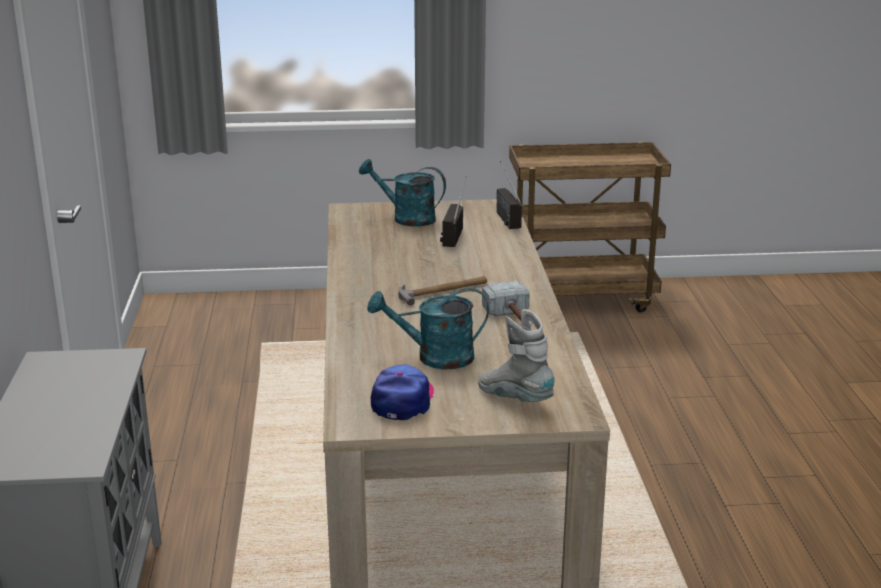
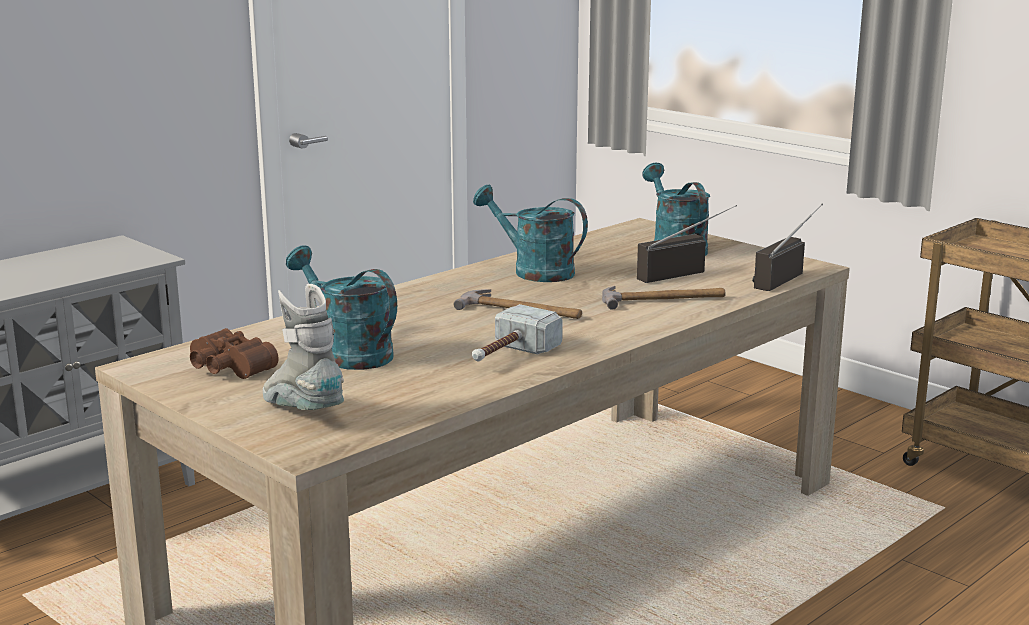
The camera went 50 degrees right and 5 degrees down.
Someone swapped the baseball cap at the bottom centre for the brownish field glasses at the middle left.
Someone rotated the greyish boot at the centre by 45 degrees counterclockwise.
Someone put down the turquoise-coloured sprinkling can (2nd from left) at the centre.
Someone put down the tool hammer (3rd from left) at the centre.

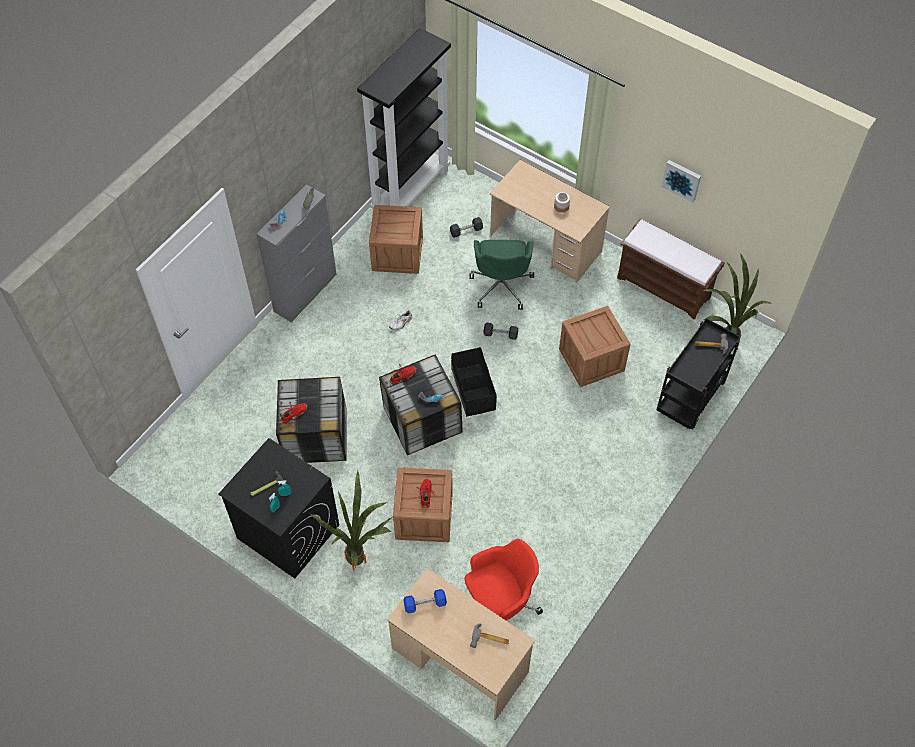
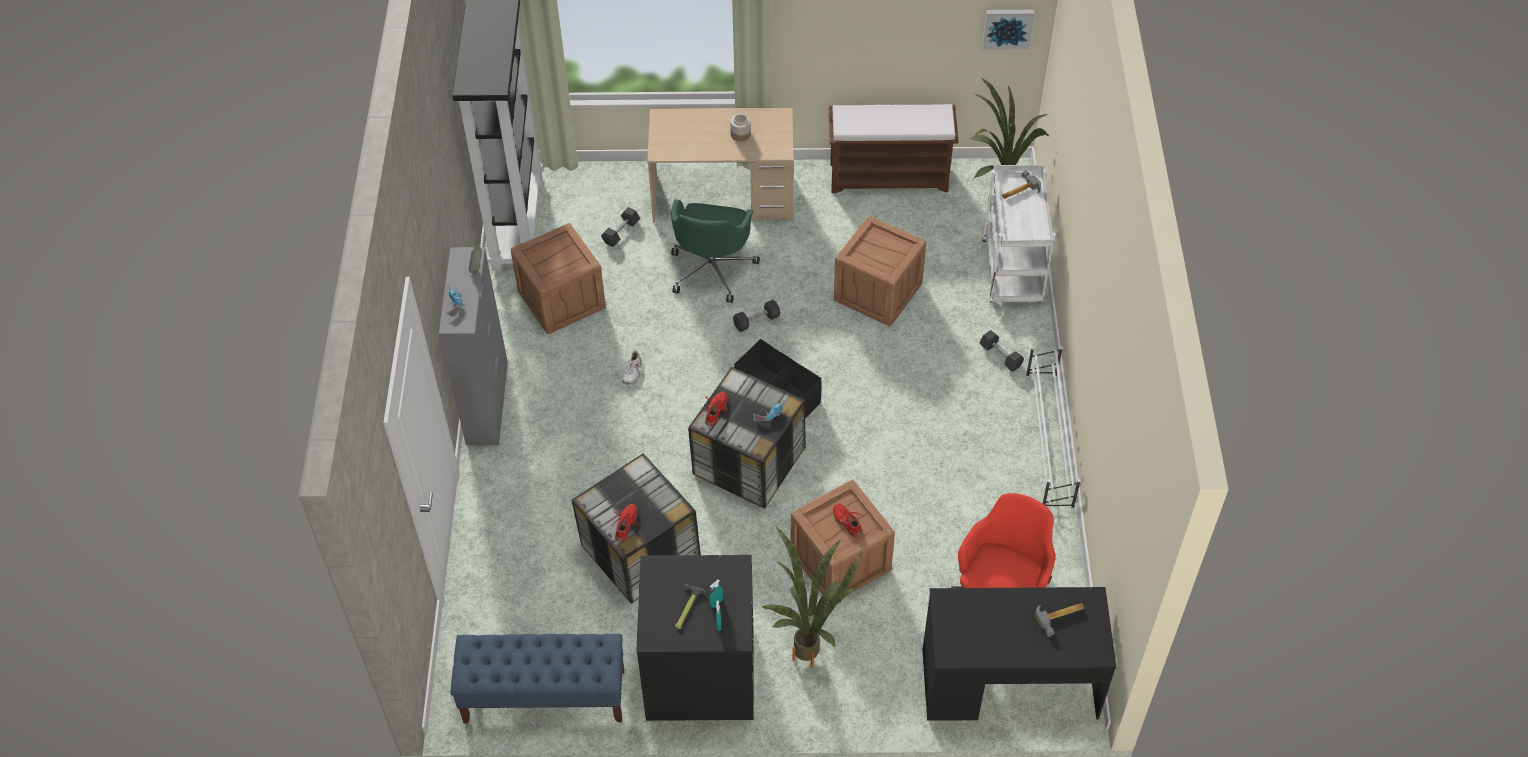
The camera went 35 degrees left and 5 degrees down.
Someone put down the blue-coloured bench at the bottom centre.
Someone rotated the greenish computer chair at the centre by 45 degrees clockwise.
Someone repainted the beige-coloured desk unit (1st from left) at the bottom centre, which became the blackish desk unit at the bottom right.
Someone put down the greyish dumbbell (3rd from left) at the centre.
Someone carried the wall picture from the top right to the top centre.
Someone repainted the blackish trolley at the middle right, which became the whitish trolley at the top centre.
Someone put down the whitish shoe rack at the middle right.
Someone took away the blue-coloured dumbbell at the bottom centre.

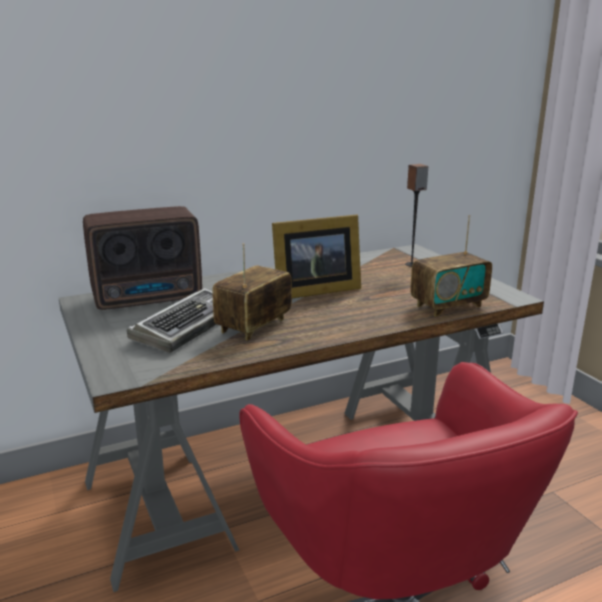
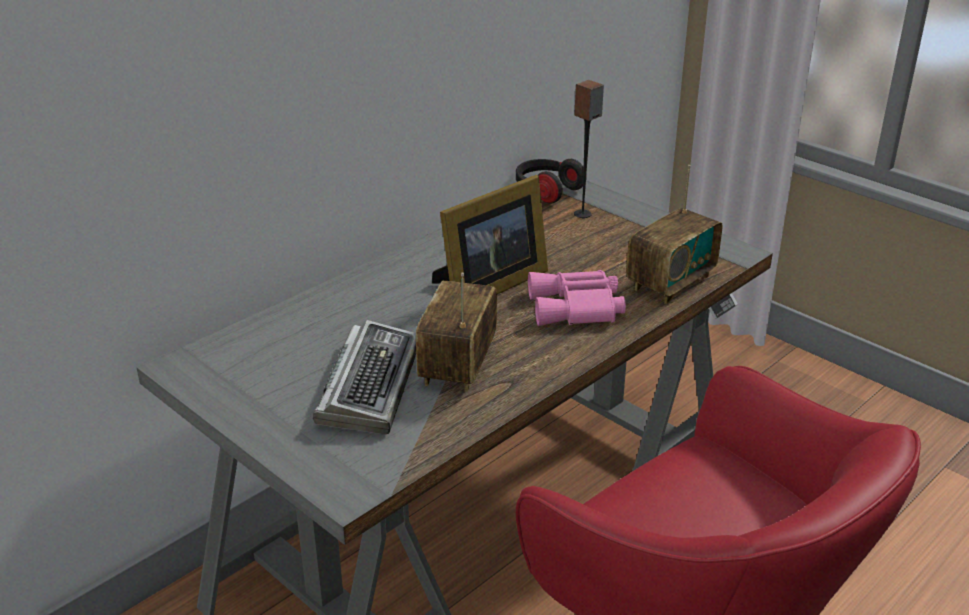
The camera went 20 degrees left and 10 degrees up.
Someone put down the headset at the top centre.
Someone put down the pinkish field glasses at the centre.
Someone took away the radio set (1st from left) at the middle left.

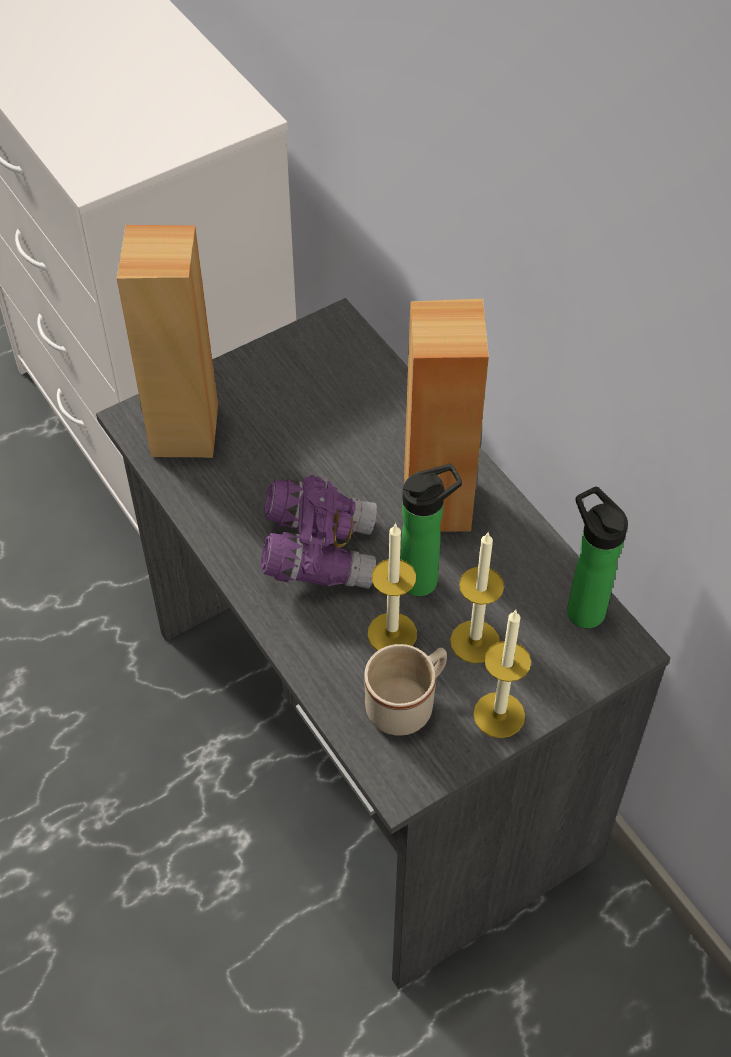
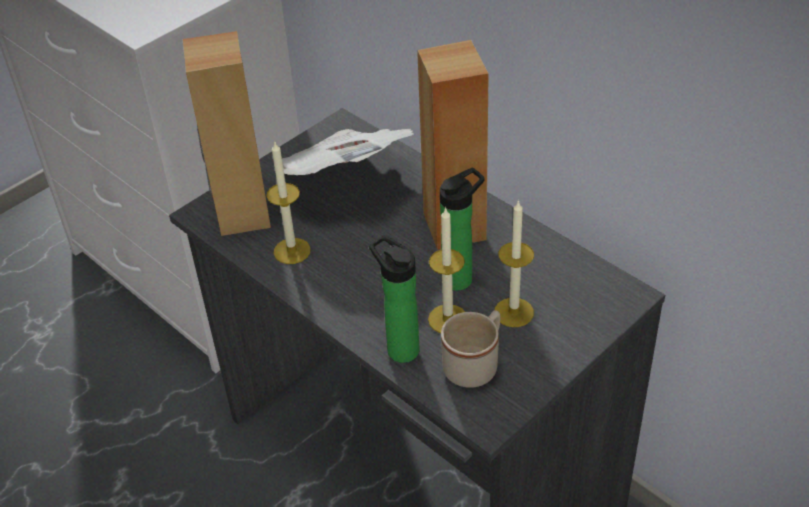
The camera went 10 degrees left and 10 degrees down.
Someone carried the wax candle (3rd from left in the first image) from the middle right to the centre.
Someone put down the printed paper at the top centre.
Someone carried the beverage bottle (2nd from left in the first image) from the middle right to the centre.
Someone took away the purple field glasses at the centre.

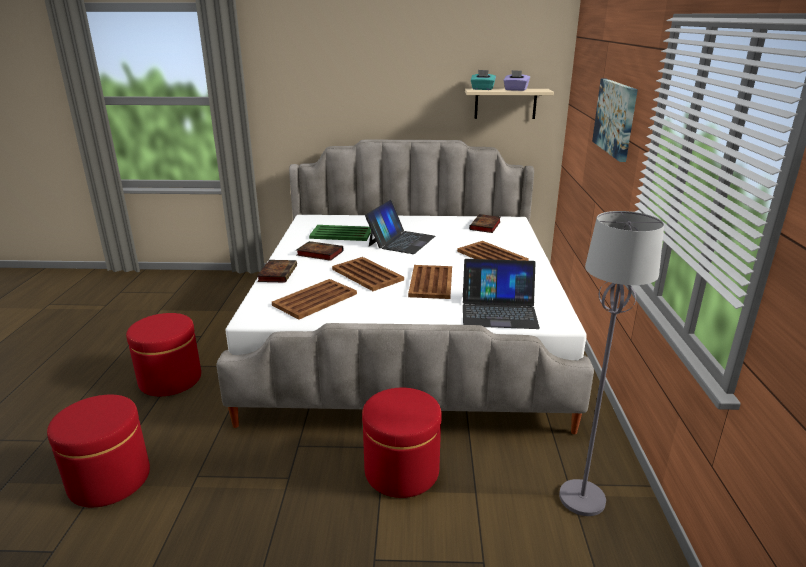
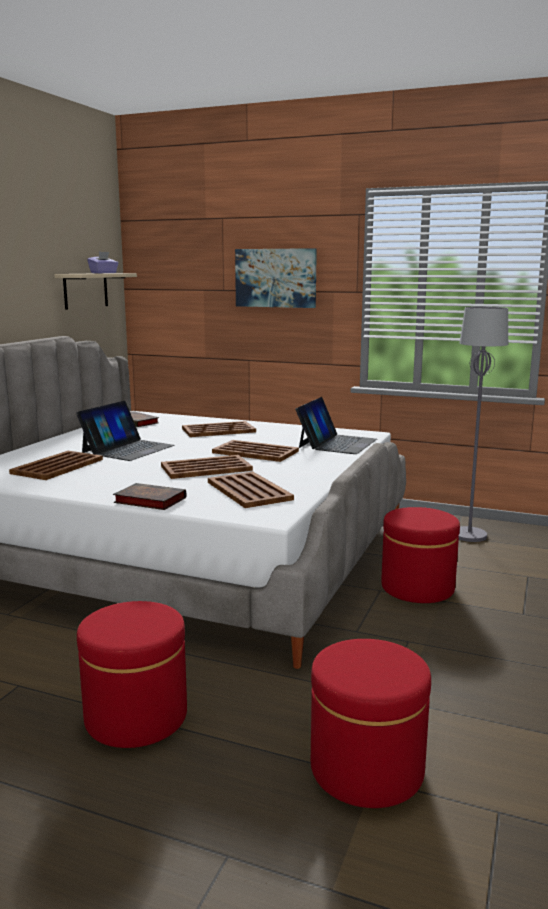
The camera went 70 degrees left and 10 degrees down.
Someone repainted the greenish carrying tray at the centre, which became the brownish carrying tray (1st from left) at the middle left.
Someone rotated the laptop (1st from left) at the centre by 75 degrees clockwise.
Someone took away the bound book (2nd from left) at the centre.
Someone took away the turquoise-coloured tissue holder at the top centre.

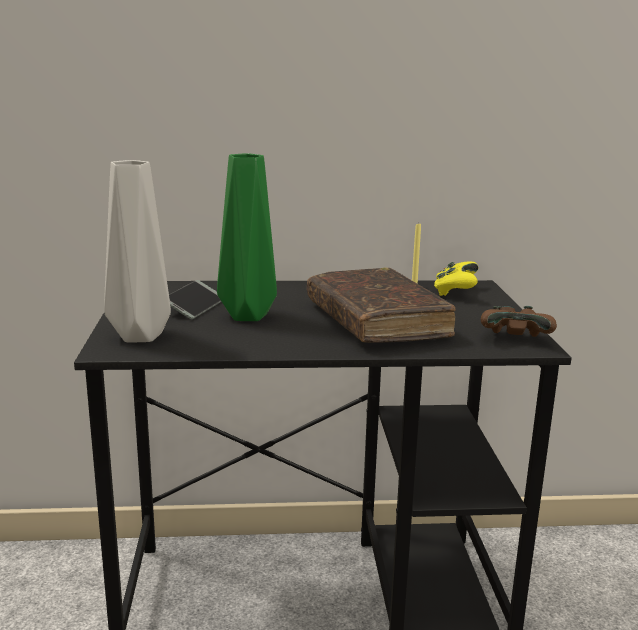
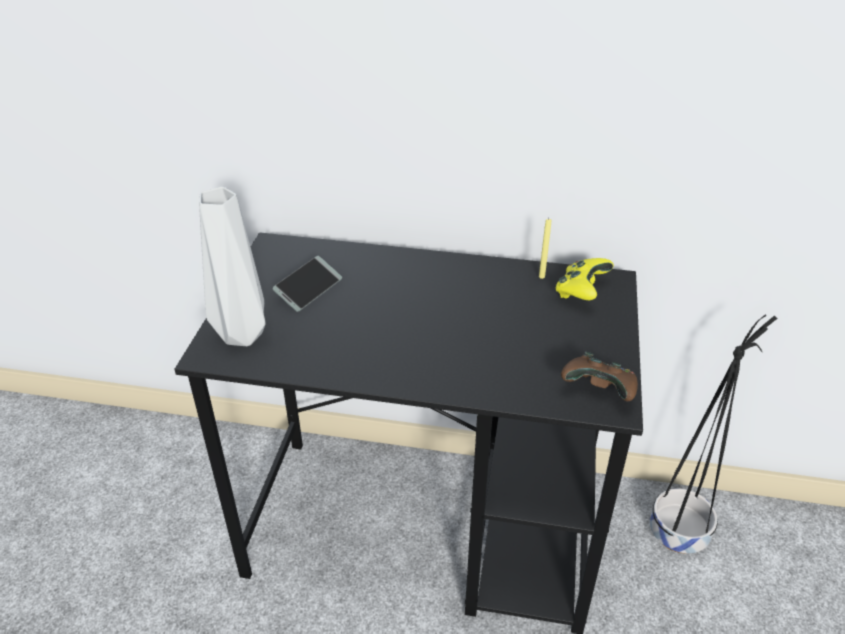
The camera went 15 degrees right and 20 degrees up.
Someone put down the blackish plant pot at the bottom right.
Someone took away the greenish vase at the centre.
Someone took away the brownish bound book at the centre.

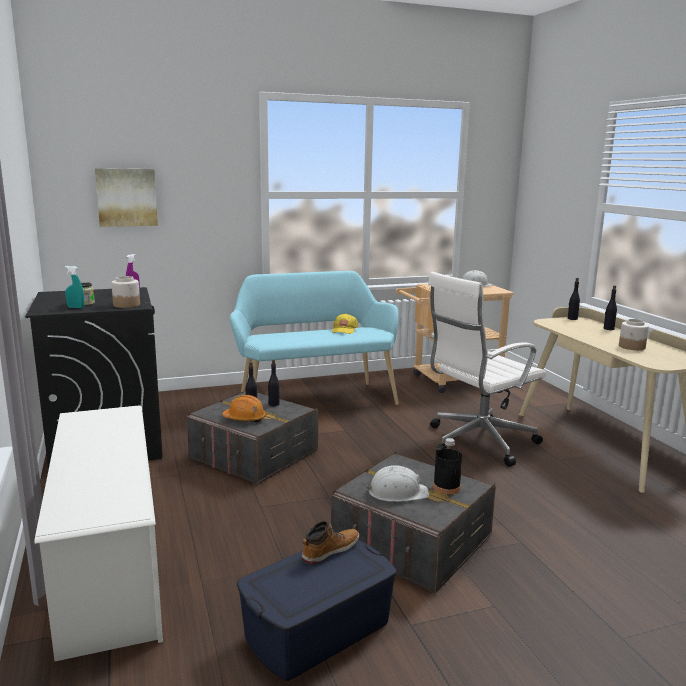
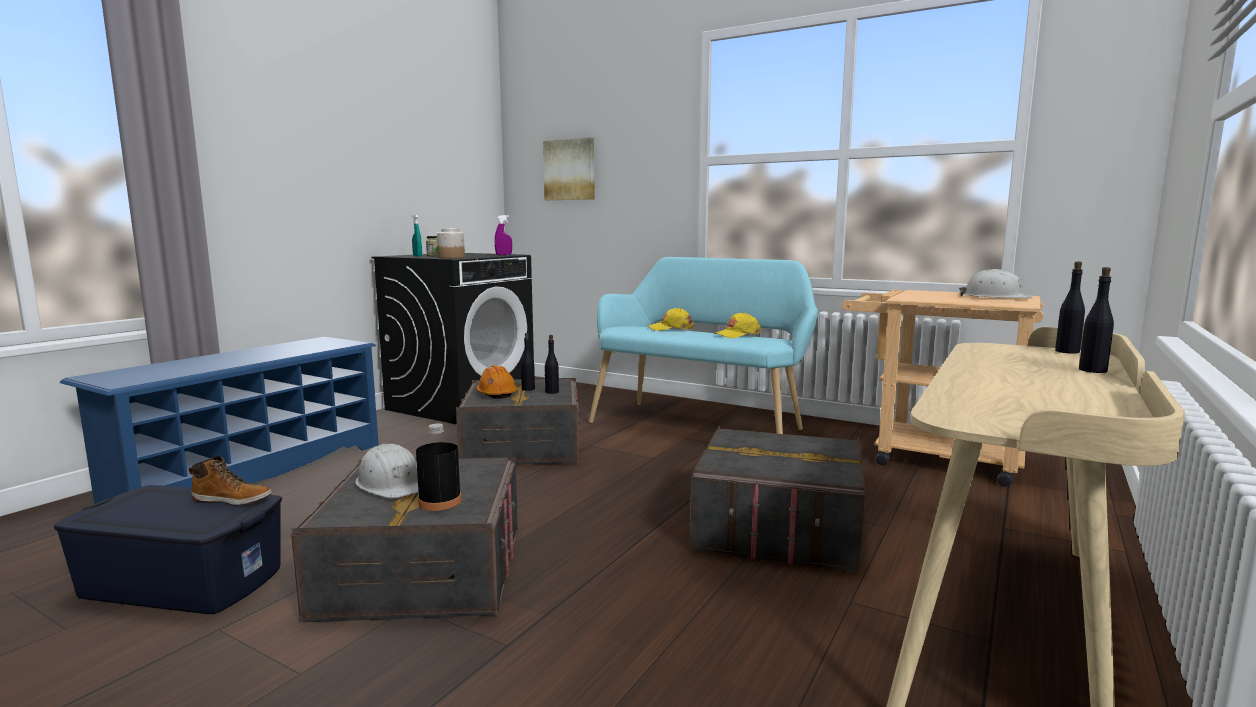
The camera went 50 degrees right and 5 degrees down.
Someone repainted the whitish shoe rack at the bottom left, which became the blue-coloured shoe rack at the middle left.
Someone put down the yellowish baseball cap (1st from left) at the centre.
Someone swapped the whitish computer chair at the middle right for the greyish storage bin (3rd from left) at the bottom centre.
Someone took away the jar (3rd from left) at the middle right.

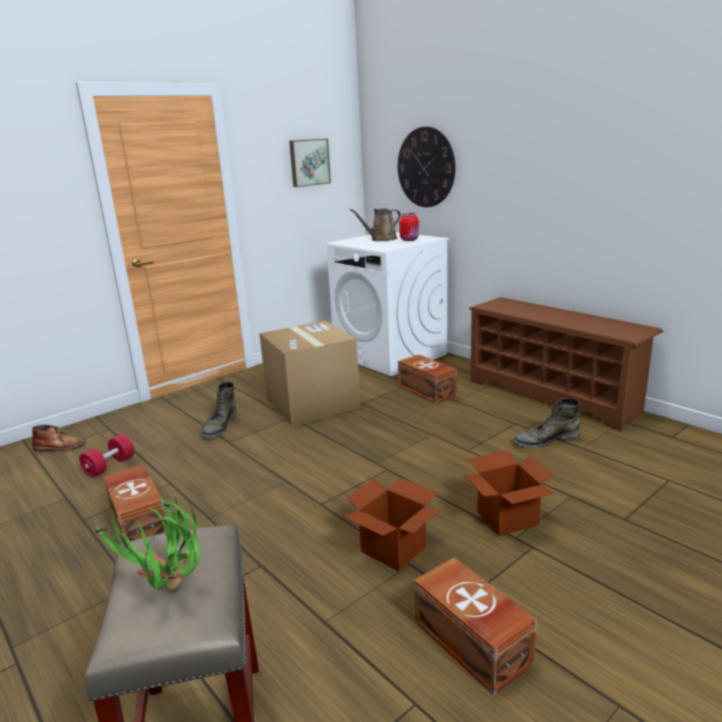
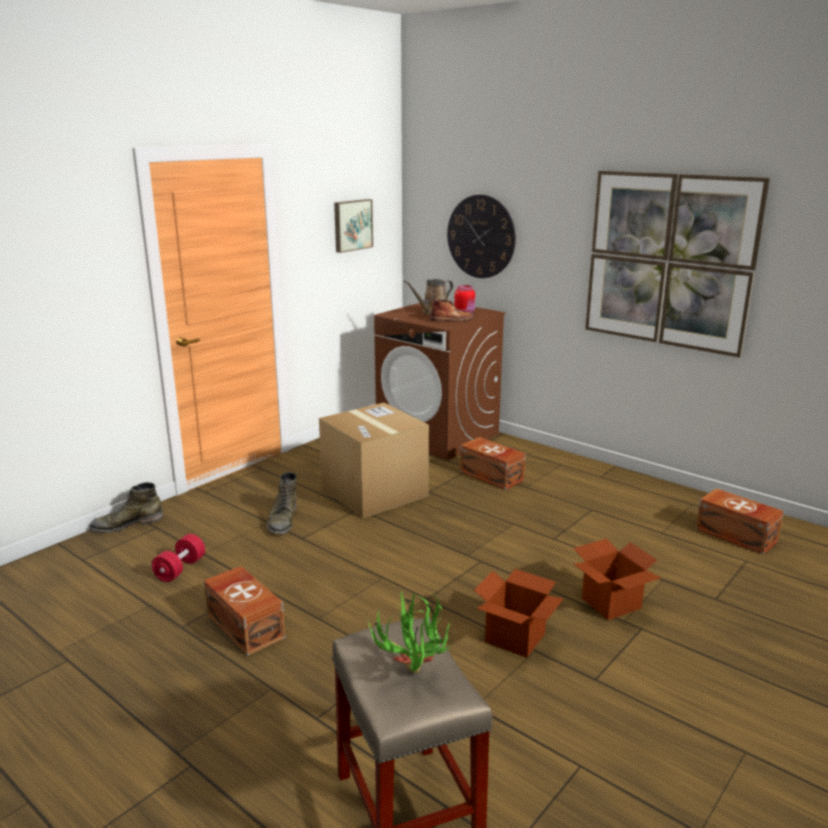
The camera went 10 degrees left and 0 degrees up.
Someone carried the greenish boot (2nd from left in the first image) from the middle right to the middle left.
Someone repainted the whitish laundry machine at the centre, which became the brownish laundry machine at the centre.
Someone carried the brownish boot from the middle left to the centre.
Someone put up the wall picture (2nd from left) at the top right.
Someone carried the brownish storage bin (3rd from left) from the bottom centre to the middle right.
Someone took away the brownish shoe rack at the middle right.

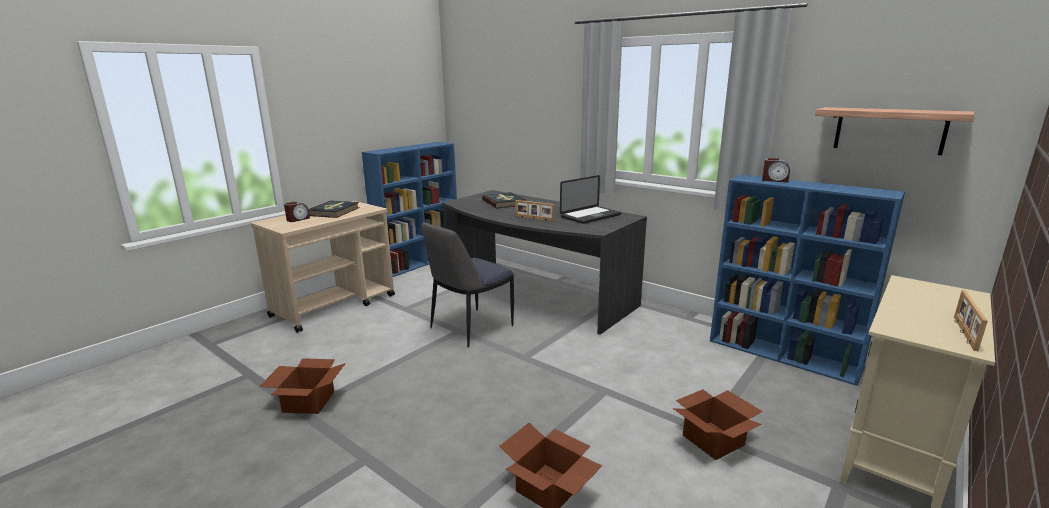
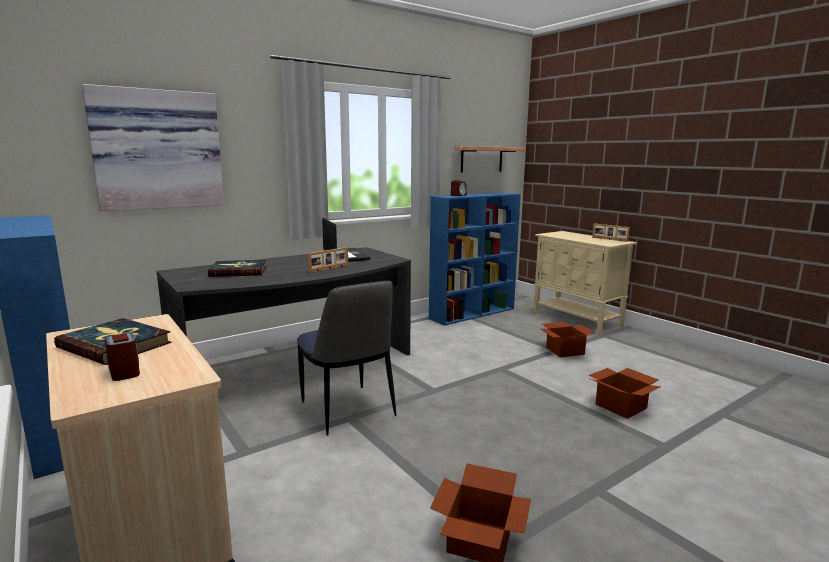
The camera went 75 degrees left and 5 degrees down.
Someone put up the wall picture at the top left.

